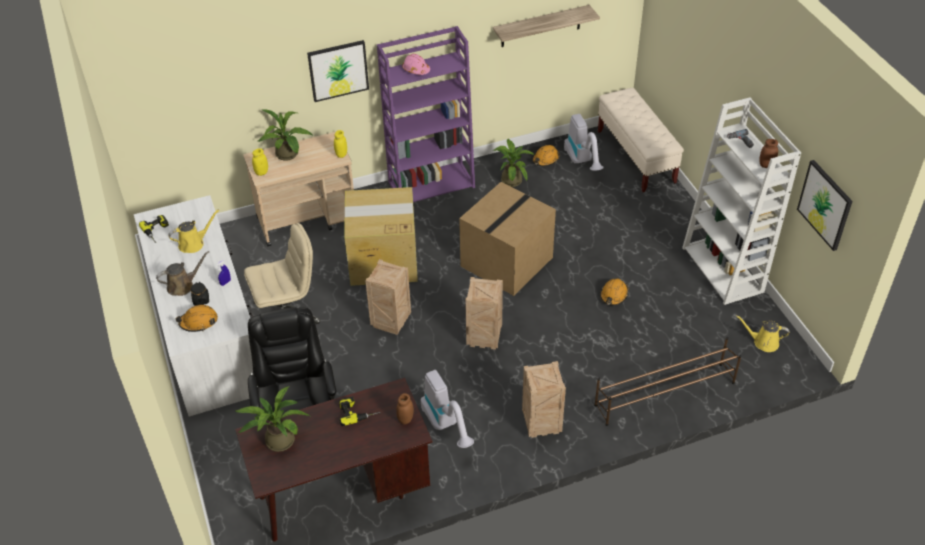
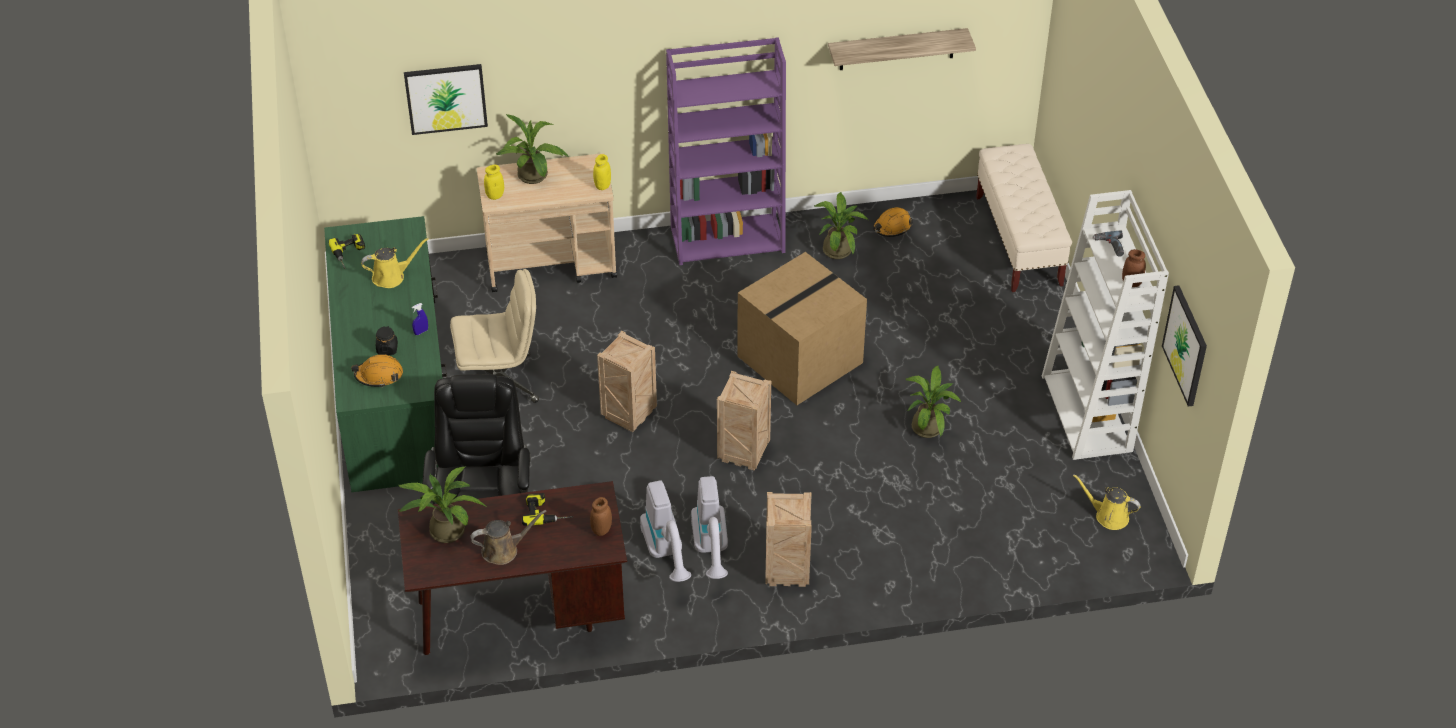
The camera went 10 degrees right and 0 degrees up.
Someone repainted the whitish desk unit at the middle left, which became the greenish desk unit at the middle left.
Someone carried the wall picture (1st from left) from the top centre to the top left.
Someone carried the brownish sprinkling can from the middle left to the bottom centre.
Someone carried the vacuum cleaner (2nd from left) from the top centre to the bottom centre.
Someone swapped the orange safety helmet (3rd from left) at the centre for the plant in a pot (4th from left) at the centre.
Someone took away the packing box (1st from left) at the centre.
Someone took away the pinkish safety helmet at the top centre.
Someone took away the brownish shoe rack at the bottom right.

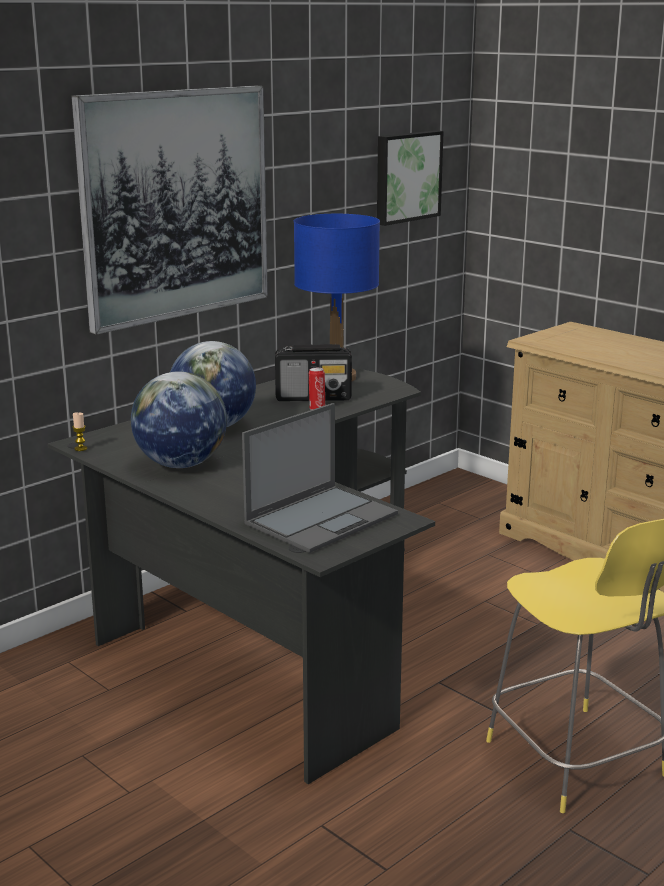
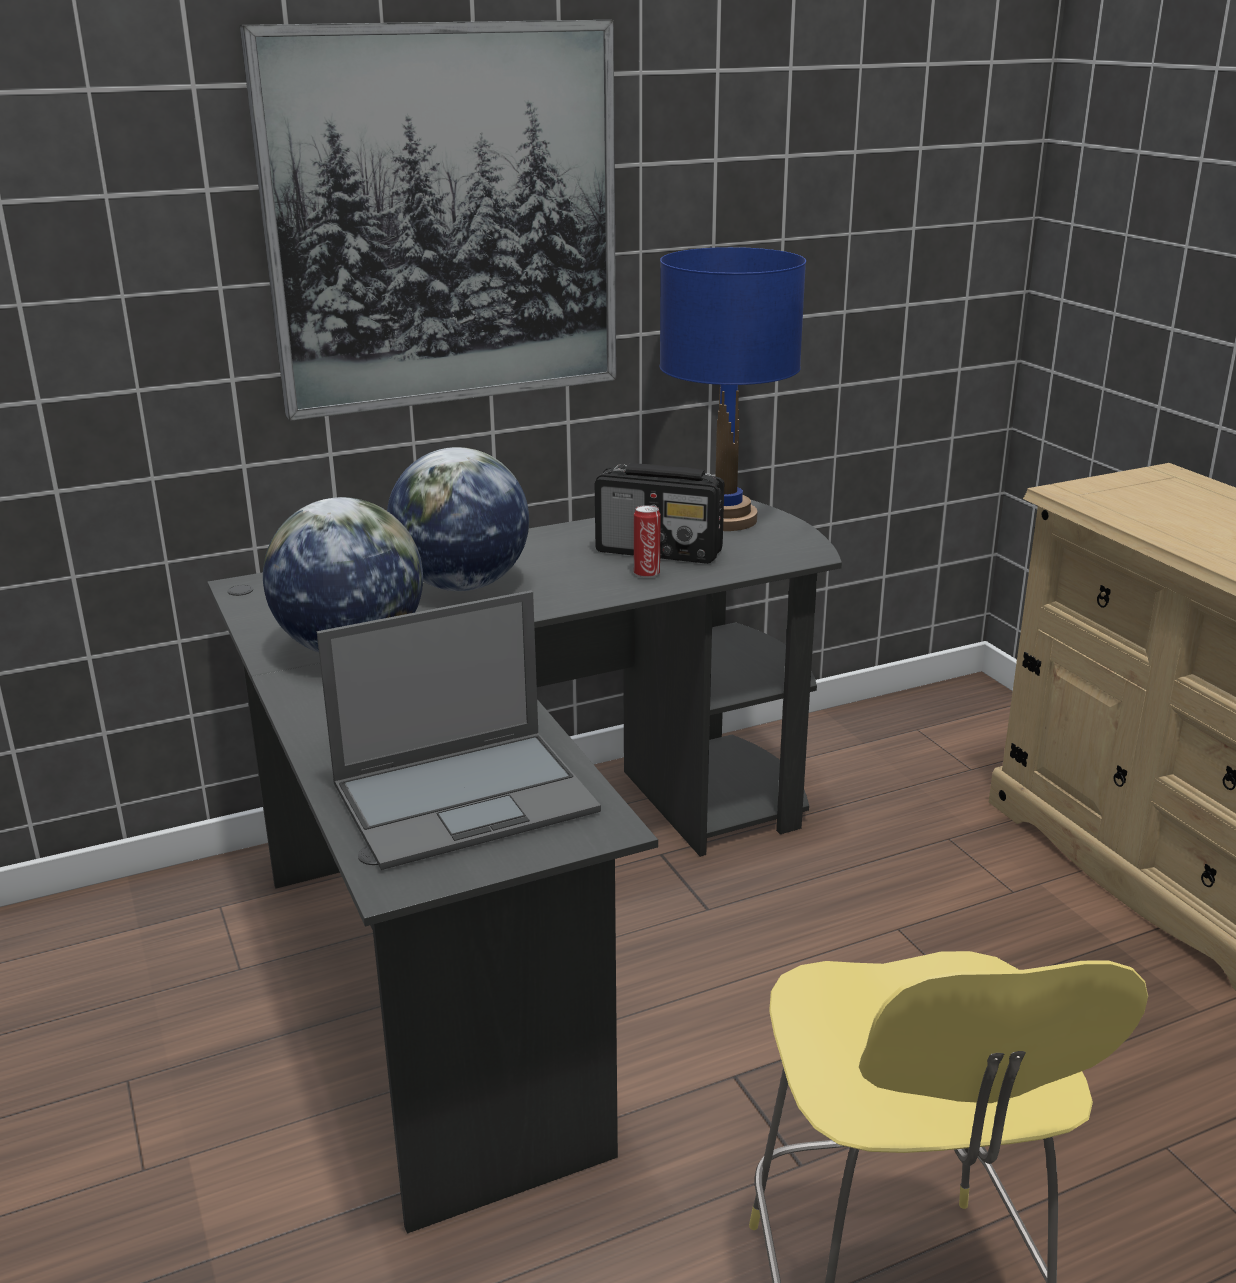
The camera went 20 degrees right and 5 degrees up.
Someone took away the wax candle at the middle left.
Someone took away the wall picture (2nd from left) at the top centre.

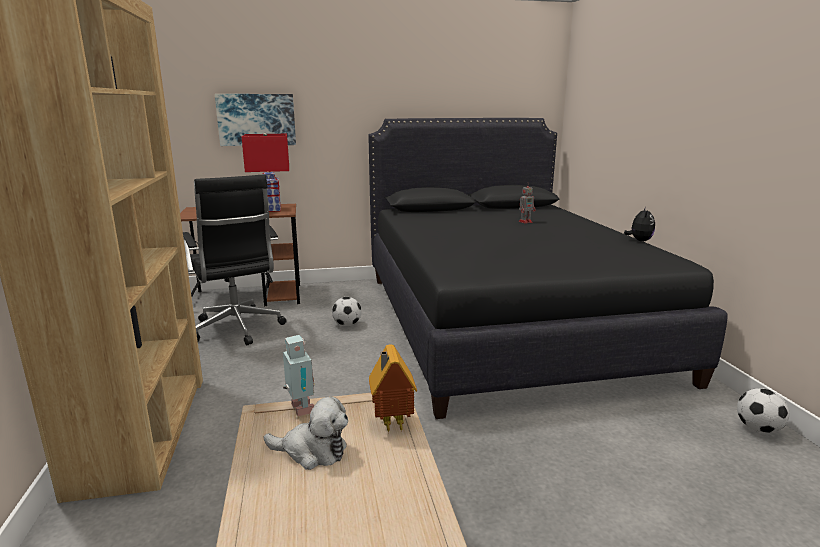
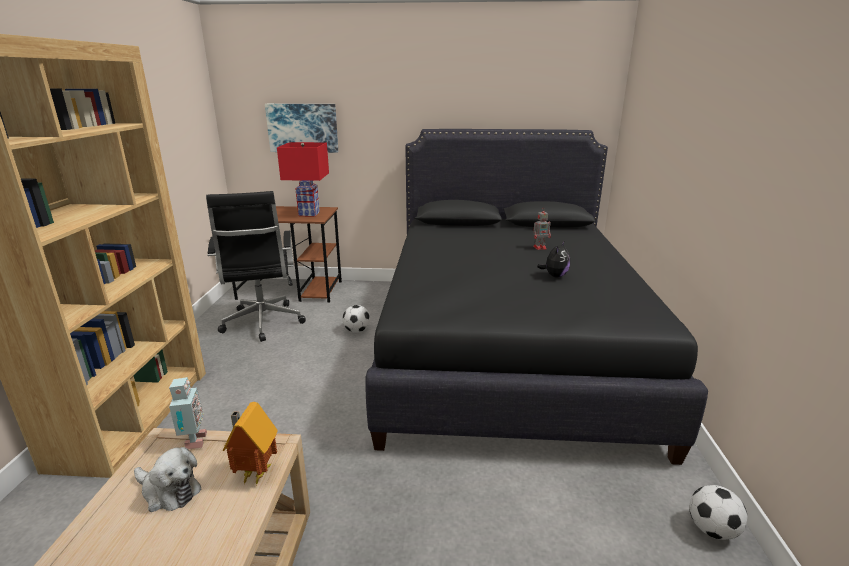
The camera went 15 degrees right and 5 degrees up.
Someone carried the plush toy (2nd from left) from the middle right to the centre.

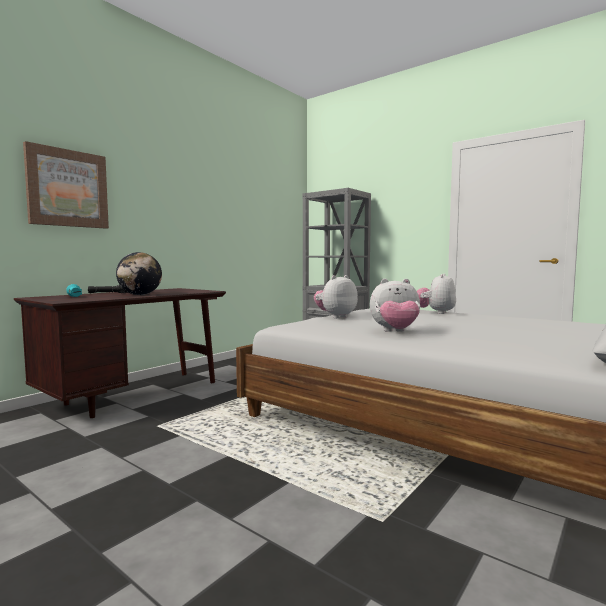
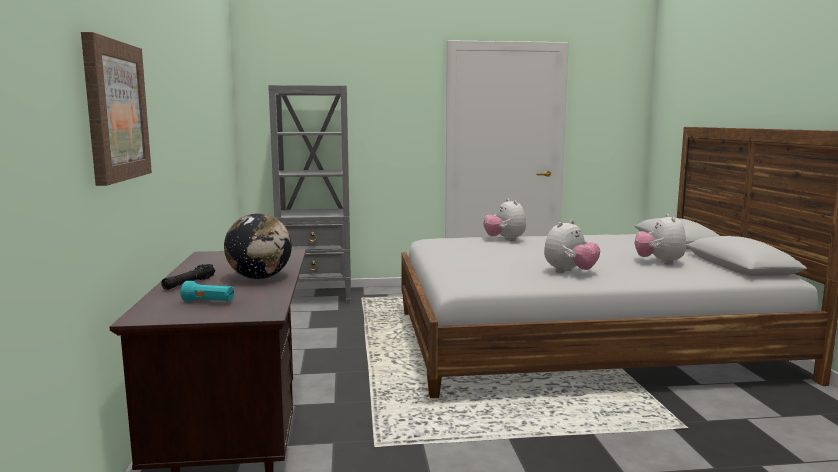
The camera went 45 degrees left and 5 degrees up.
Someone carried the plush toy (1st from left in the first image) from the centre to the middle right.

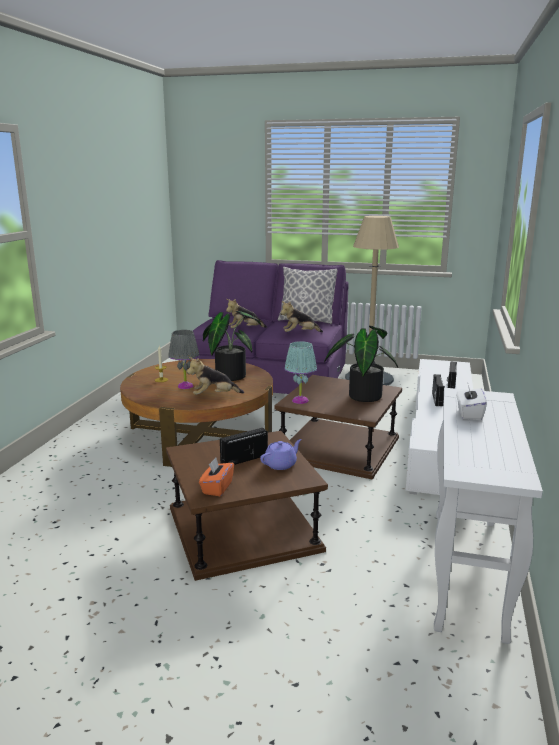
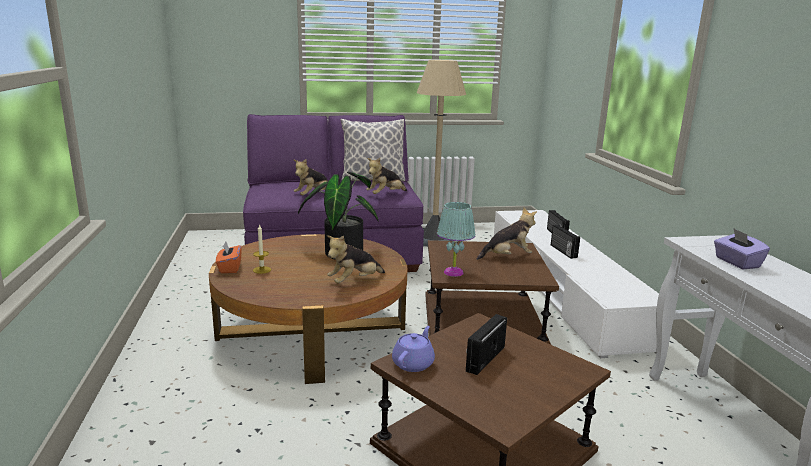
The camera went 25 degrees left and 0 degrees up.
Someone carried the orange tissue holder from the centre to the middle left.
Someone carried the purple teapot from the centre to the bottom centre.
Someone swapped the plant in a pot (2nd from left) at the centre for the plush toy (4th from left) at the centre.
Someone repainted the whitish tissue holder at the middle right, which became the purple tissue holder at the middle right.
Someone took away the greyish tabletop lamp at the middle left.

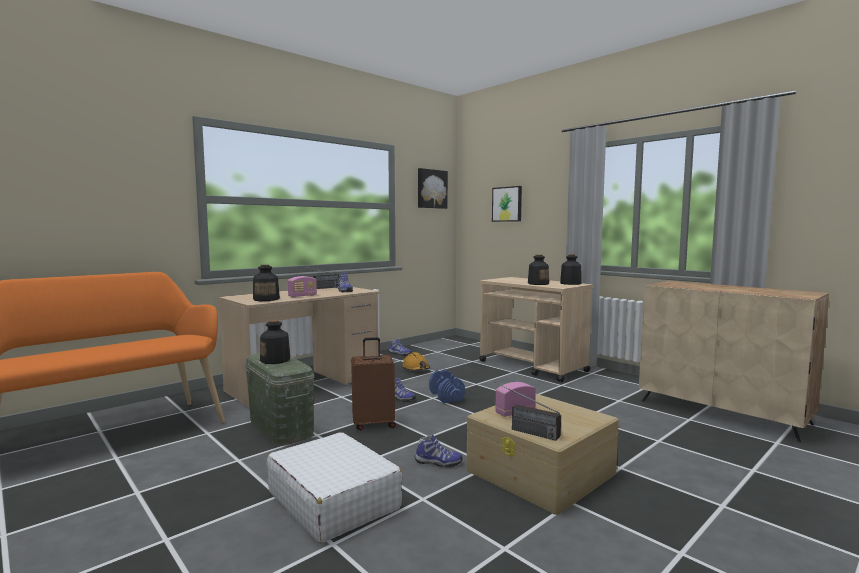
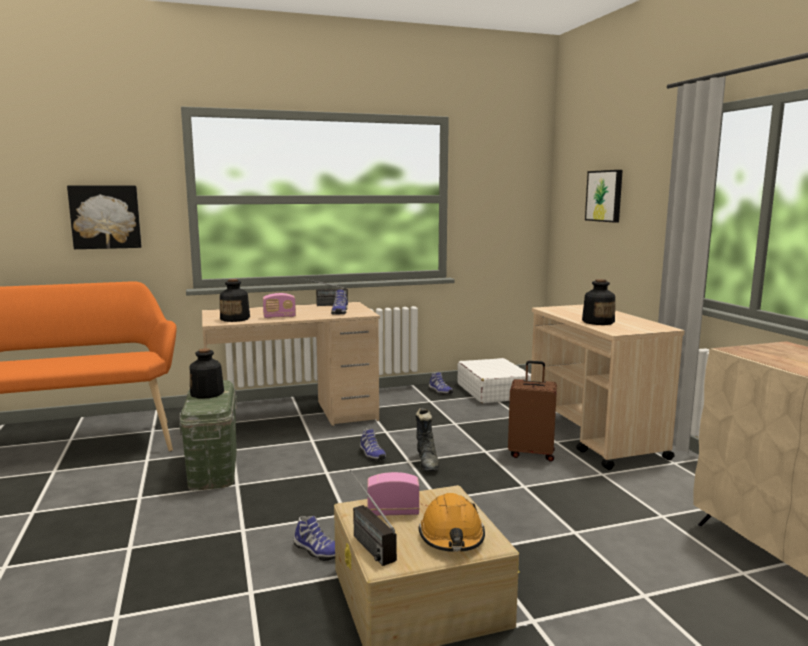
The camera went 25 degrees right and 5 degrees up.
Someone carried the wall picture (1st from left) from the top centre to the middle left.
Someone swapped the blue-coloured dumbbell at the bottom centre for the blackish boot at the bottom centre.
Someone carried the orange safety helmet from the centre to the bottom centre.
Someone carried the whitish piece of luggage from the bottom centre to the centre.
Someone carried the brownish piece of luggage from the bottom centre to the centre.
Someone took away the beverage bottle (4th from left) at the centre.

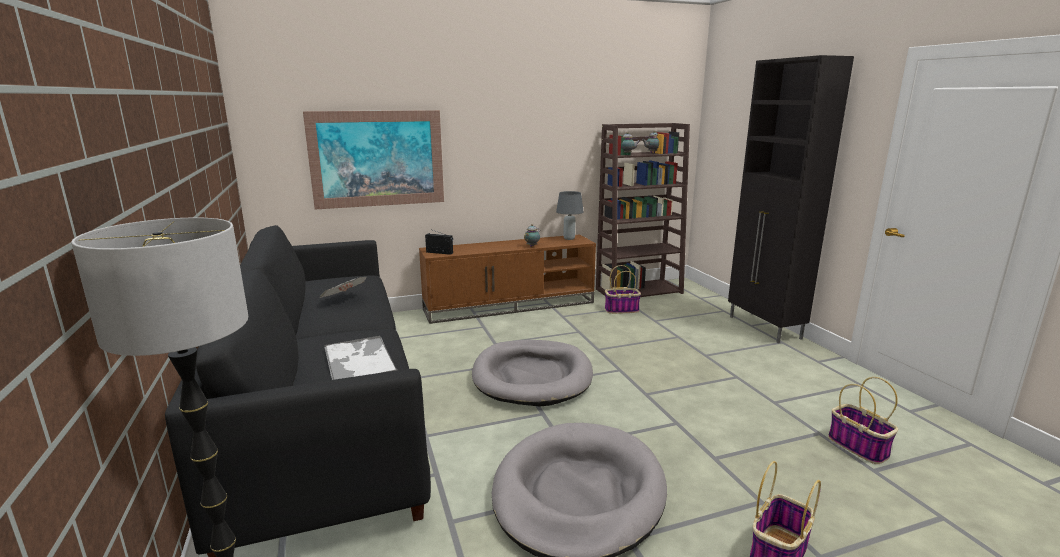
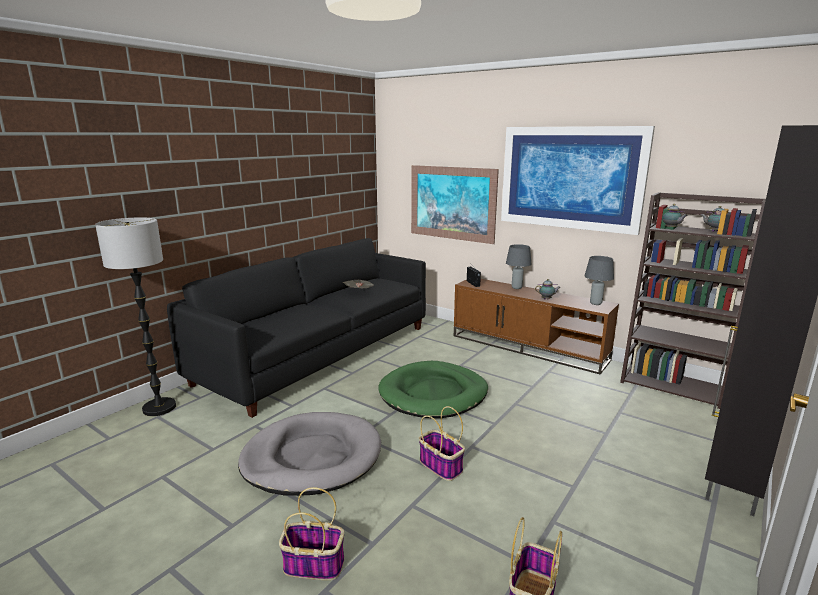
The camera went 55 degrees right and 0 degrees up.
Someone repainted the greyish pet bed (1st from left) at the bottom centre, which became the greenish pet bed at the centre.
Someone carried the household basket (1st from left in the first image) from the centre to the bottom centre.
Someone put up the wall picture (2nd from left) at the top right.
Someone put down the greyish tabletop lamp (1st from left) at the centre.
Someone took away the carrying tray at the centre.

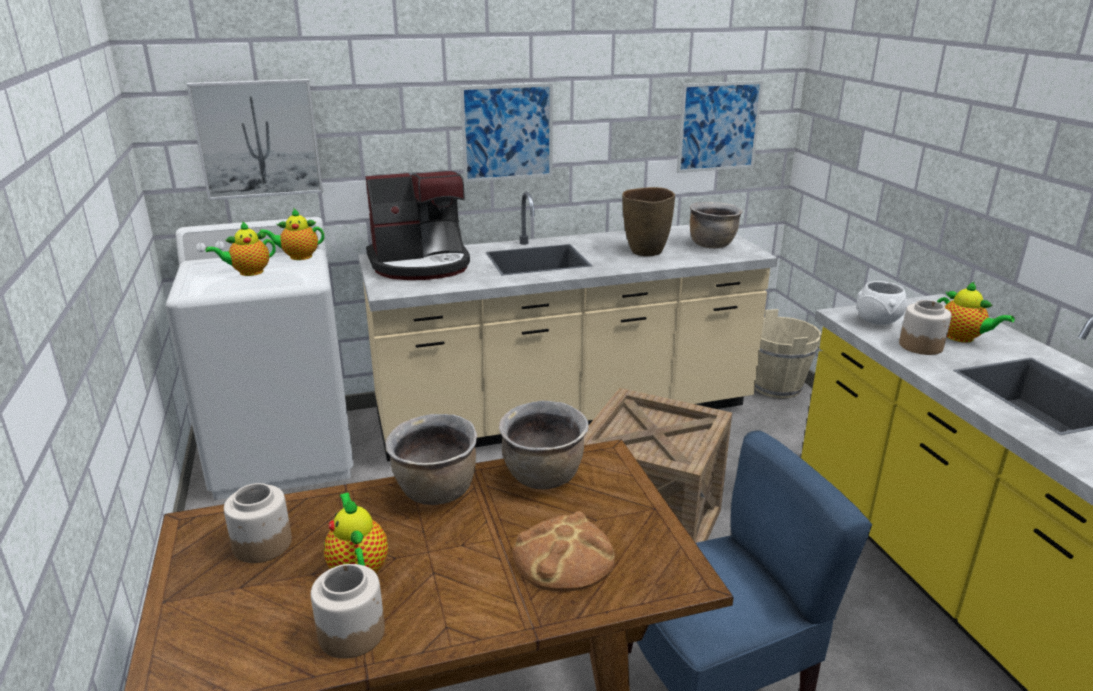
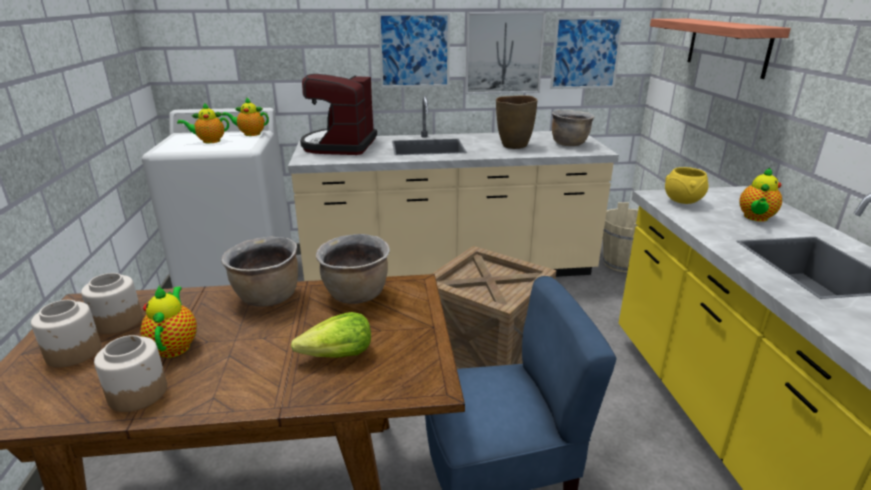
The camera went 10 degrees right and 0 degrees up.
Someone carried the jar (3rd from left in the first image) from the middle right to the bottom left.
Someone swapped the bread at the bottom centre for the lettuce at the bottom centre.
Someone rotated the coffee maker at the top centre by 105 degrees clockwise.
Someone carried the wall picture (1st from left in the first image) from the top left to the top centre.
Someone put up the bracket shelf at the top right.
Someone repainted the whitish deep dish at the middle right, which became the yellowish deep dish at the middle right.
Someone rotated the teapot (4th from left) at the middle right by 60 degrees clockwise.

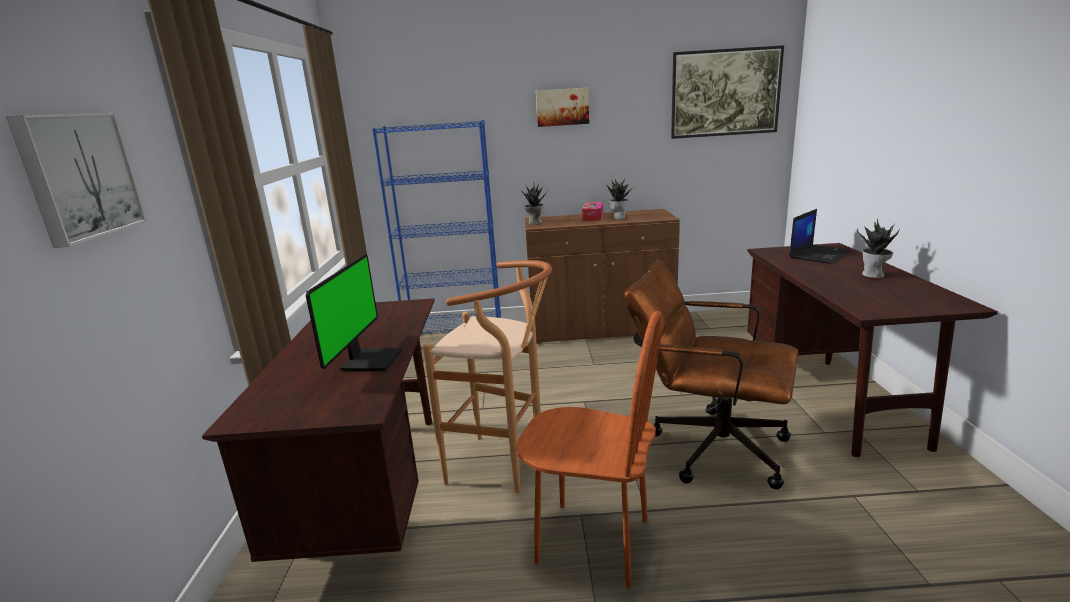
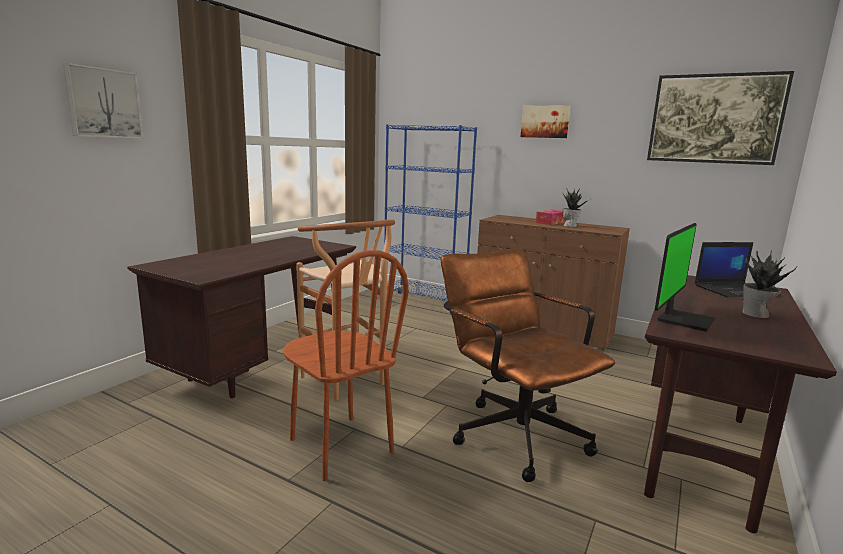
The camera went 30 degrees right and 5 degrees down.
Someone carried the computer screen from the middle left to the middle right.
Someone took away the plant in a pot (1st from left) at the centre.

